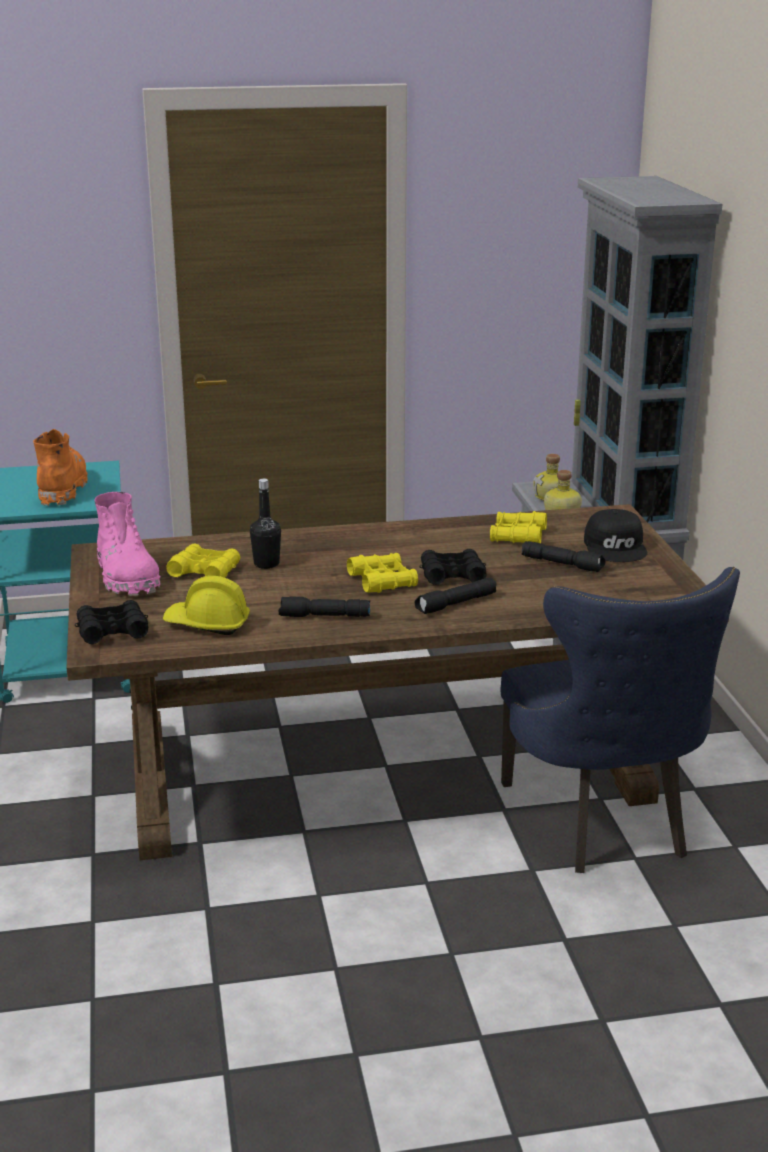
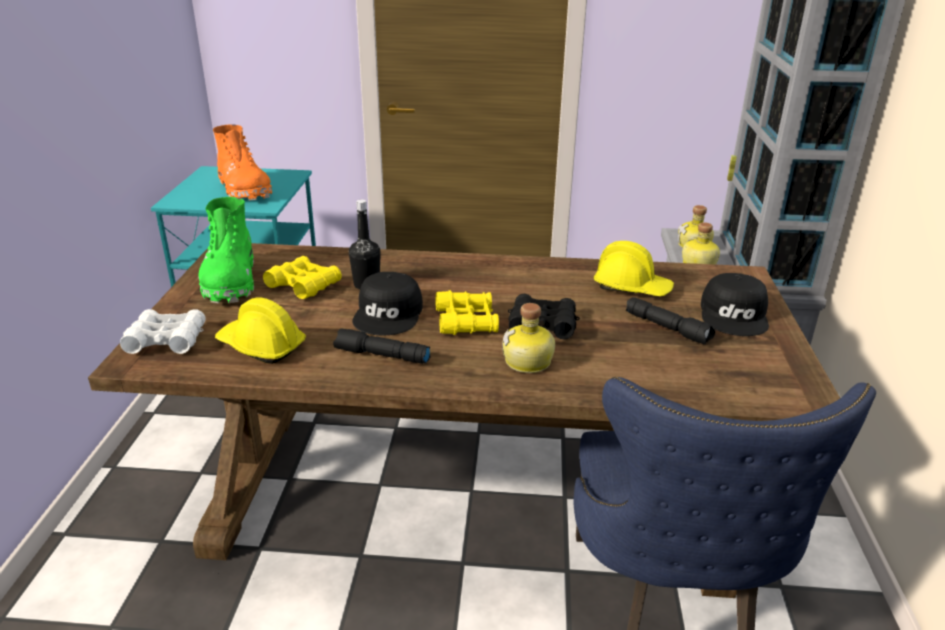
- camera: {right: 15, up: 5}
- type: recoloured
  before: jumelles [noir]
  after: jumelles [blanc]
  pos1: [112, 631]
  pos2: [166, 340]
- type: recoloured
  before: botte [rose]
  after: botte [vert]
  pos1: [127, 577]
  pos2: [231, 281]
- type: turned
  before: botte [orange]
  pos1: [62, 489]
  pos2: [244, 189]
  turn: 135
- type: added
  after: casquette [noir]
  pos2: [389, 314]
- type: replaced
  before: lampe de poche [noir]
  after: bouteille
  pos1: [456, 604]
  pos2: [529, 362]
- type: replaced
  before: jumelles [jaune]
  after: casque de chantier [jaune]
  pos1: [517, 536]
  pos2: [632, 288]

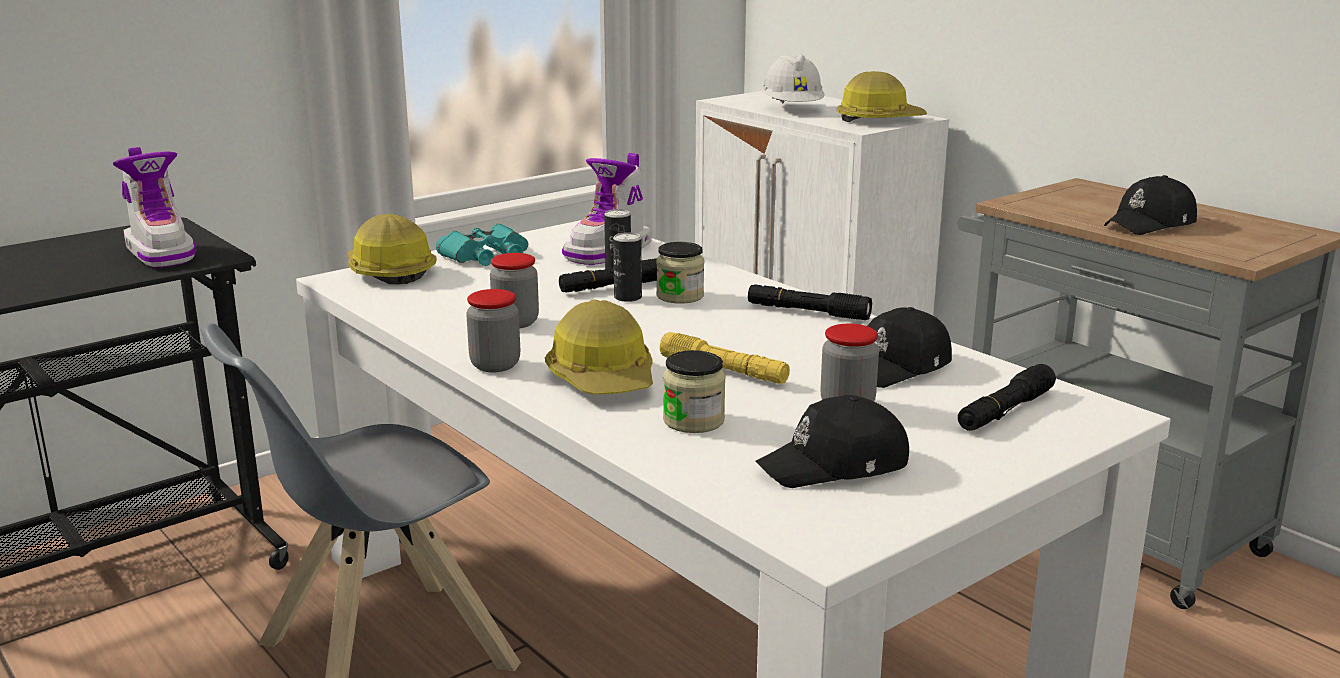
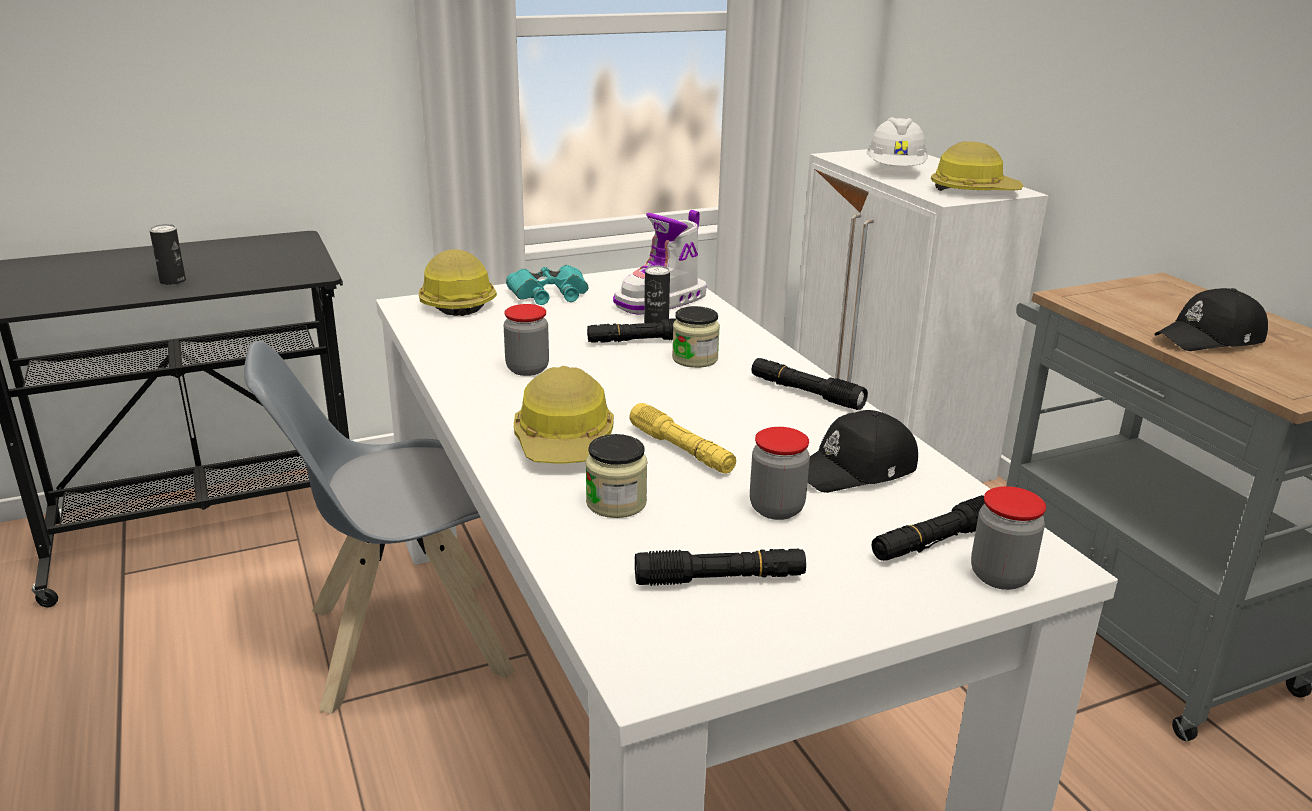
- camera: {right: 15, up: 5}
- type: moved
  before: boîte métallique
  pos1: [628, 297]
  pos2: [173, 281]
- type: replaced
  before: casquette [noir]
  after: lampe de poche [noir]
  pos1: [836, 465]
  pos2: [720, 579]
- type: moved
  before: bocal
  pos1: [495, 365]
  pos2: [1000, 576]
- type: removed
  before: botte
  pos1: [161, 252]

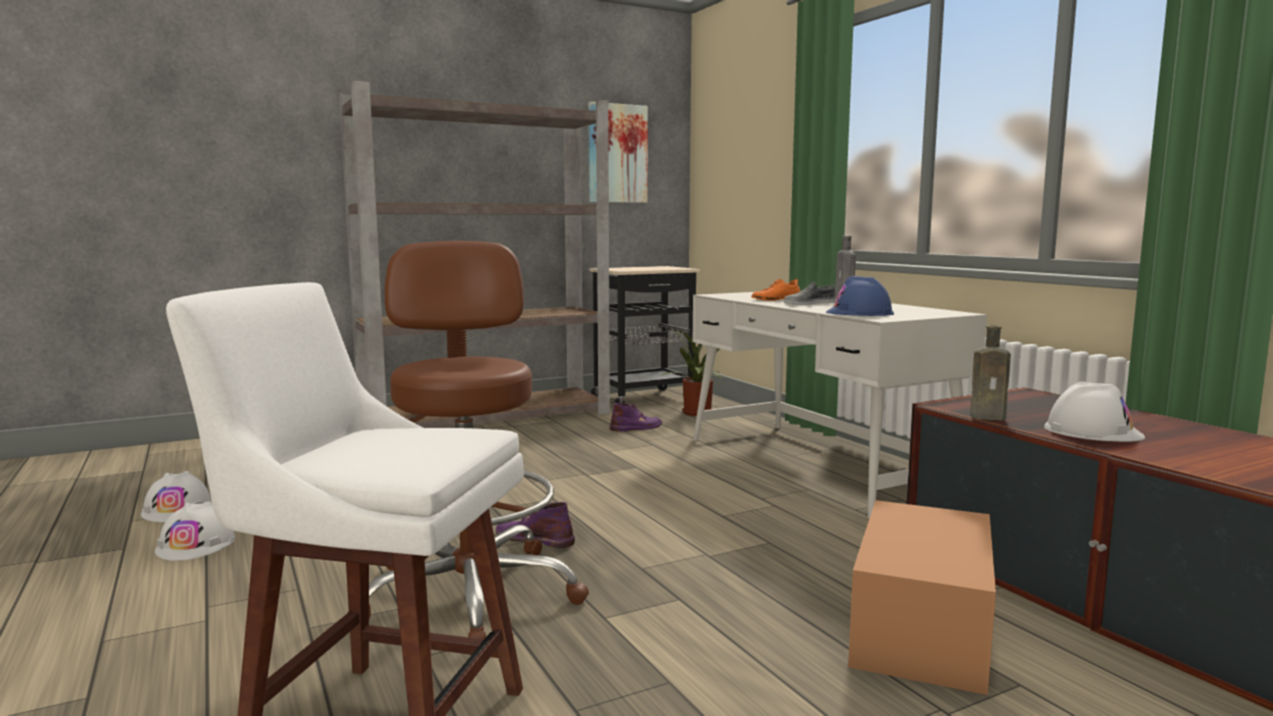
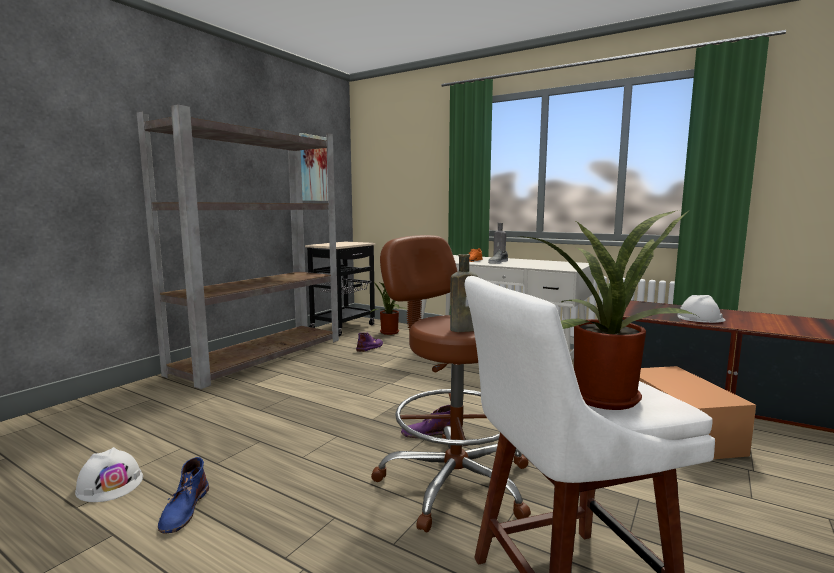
- camera: {right: -30, up: 0}
- type: replaced
  before: casque de chantier [blanc]
  after: botte [bleu]
  pos1: [196, 545]
  pos2: [184, 509]
- type: moved
  before: bouteille [marron]
  pos1: [990, 417]
  pos2: [465, 329]
- type: added
  after: plante en pot
  pos2: [601, 395]
- type: removed
  before: casque de chantier [bleu]
  pos1: [859, 313]

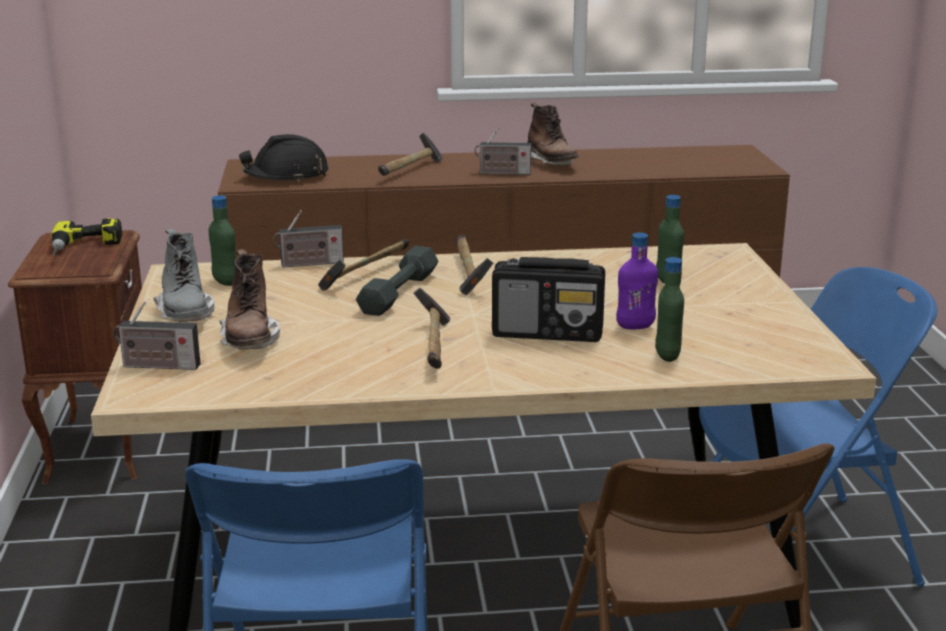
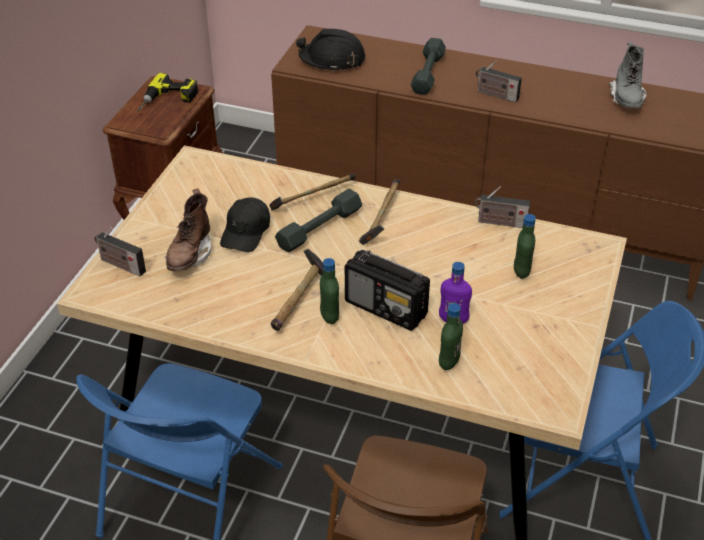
- camera: {right: 25, up: 20}
- type: added
  after: casquette [noir]
  pos2: [246, 232]
- type: moved
  before: bouteille [vert]
  pos1: [225, 282]
  pos2: [329, 316]
- type: replaced
  before: marteau
  after: haltère [gris]
  pos1: [410, 170]
  pos2: [428, 73]
- type: moved
  before: radio
  pos1: [309, 264]
  pos2: [499, 223]
- type: moved
  before: botte [gris]
  pos1: [186, 315]
  pos2: [626, 99]
- type: removed
  before: botte [marron]
  pos1: [551, 163]

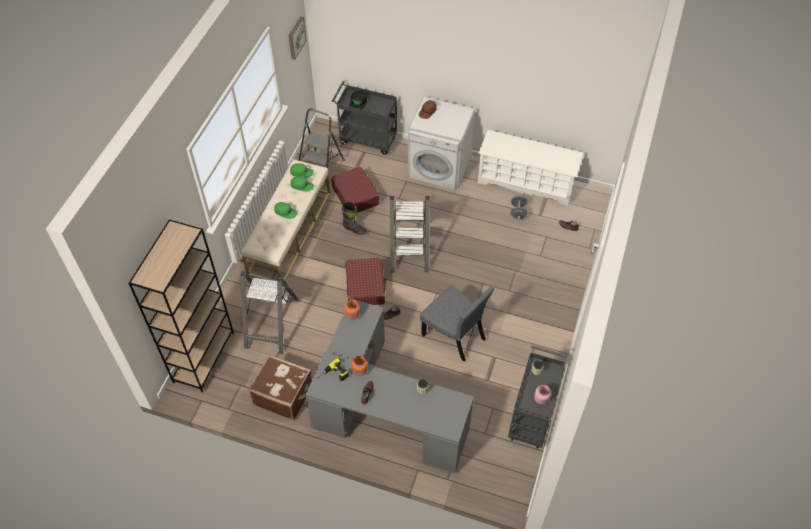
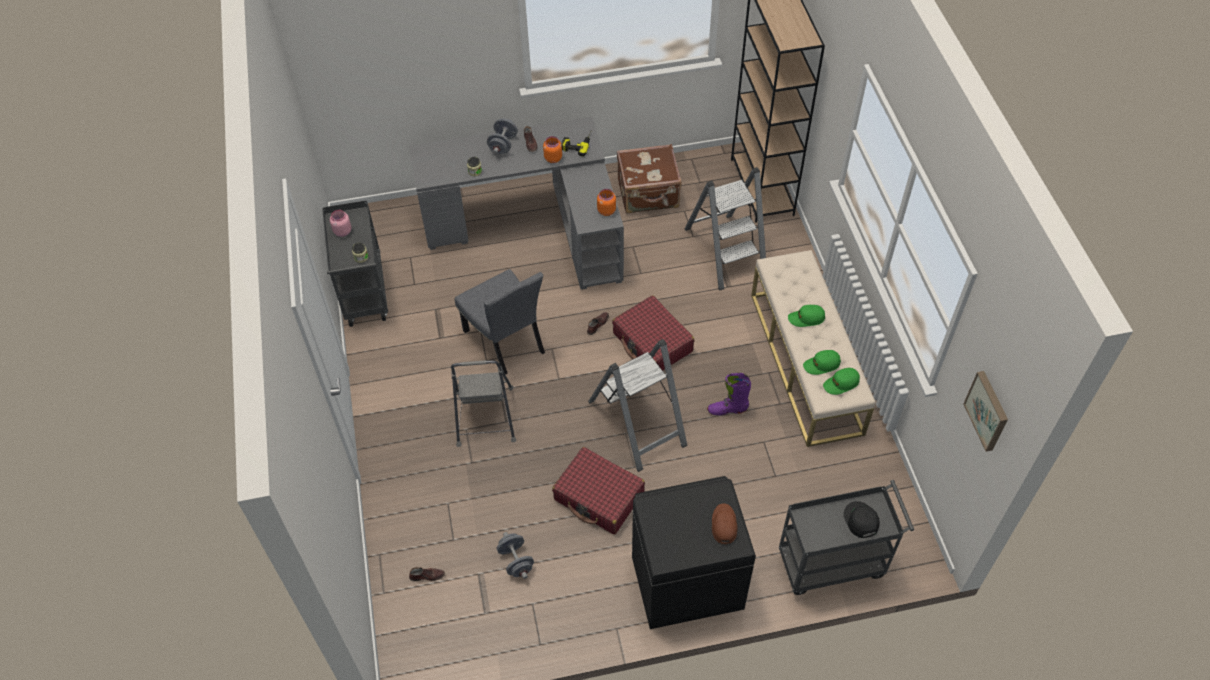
- camera: {right: 150, up: 0}
- type: moved
  before: escabeau [gris]
  pos1: [321, 166]
  pos2: [485, 417]
- type: turned
  before: chaise [gris]
  pos1: [453, 335]
  pos2: [505, 339]
  turn: -135
- type: added
  after: haltère [gris]
  pos2: [503, 145]
- type: moved
  before: valise [rouge]
  pos1: [355, 195]
  pos2: [599, 497]
- type: recoloured
  before: lave-linge [blanc]
  after: lave-linge [noir]
  pos1: [439, 168]
  pos2: [684, 578]
- type: recoloured
  before: botte [noir]
  after: botte [violet]
  pos1: [354, 229]
  pos2: [727, 409]
- type: removed
  before: étagère à chaussures [blanc]
  pos1: [526, 183]

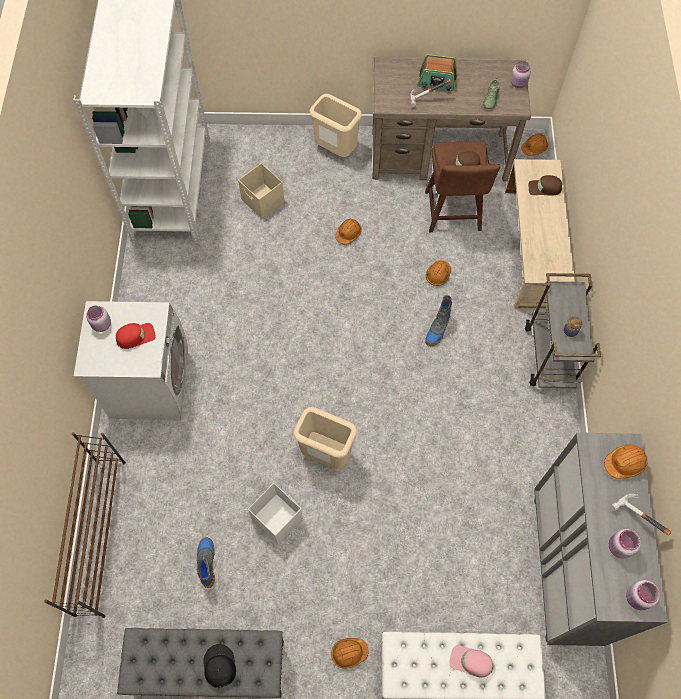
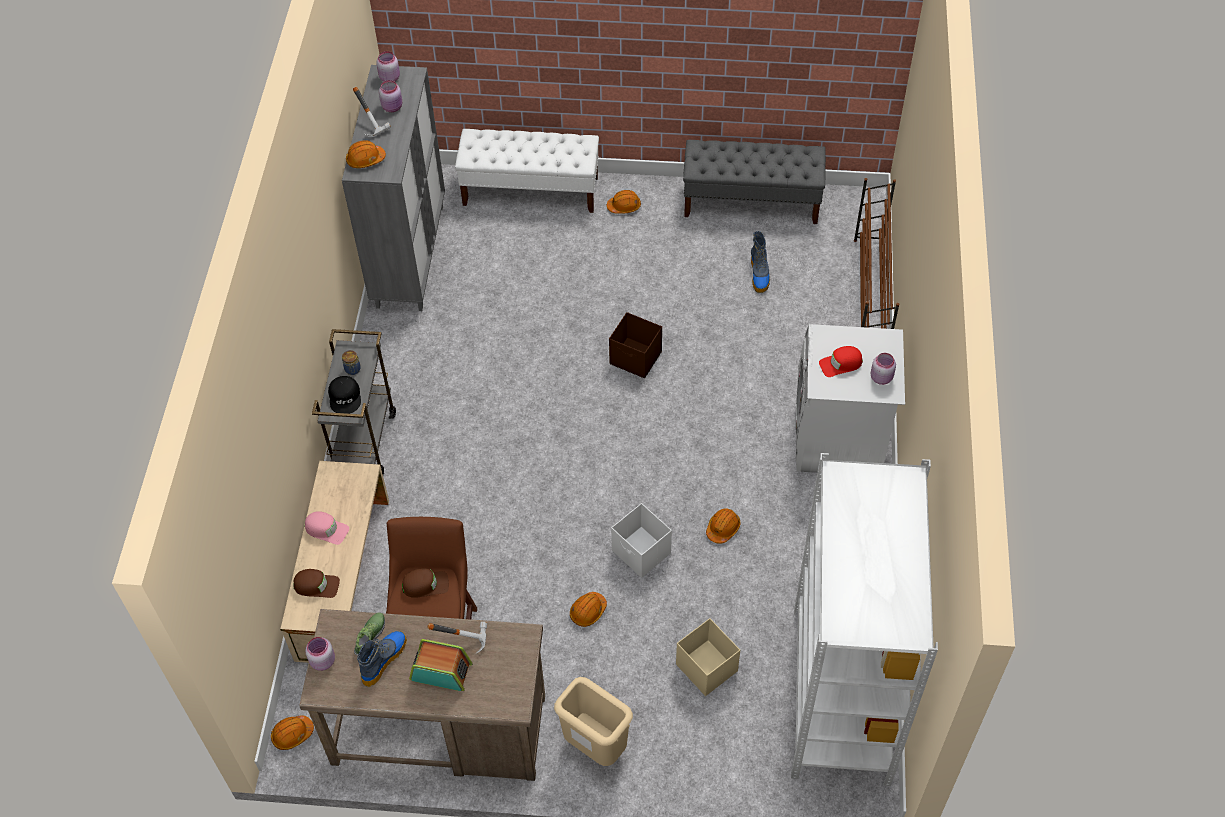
- camera: {right: -175, up: -10}
- type: moved
  before: casquette [rose]
  pos1: [471, 662]
  pos2: [326, 529]
- type: moved
  before: casquette [noir]
  pos1: [219, 666]
  pos2: [345, 397]
- type: moved
  before: botte
  pos1: [437, 329]
  pos2: [384, 659]
- type: replaced
  before: poubelle [beige]
  after: boîte de rangement [marron]
  pos1: [325, 455]
  pos2: [636, 358]
- type: moved
  before: boîte de rangement [blanc]
  pos1: [277, 518]
  pos2: [641, 553]
- type: moved
  before: casque de chantier [orange]
  pos1: [438, 275]
  pos2: [723, 528]

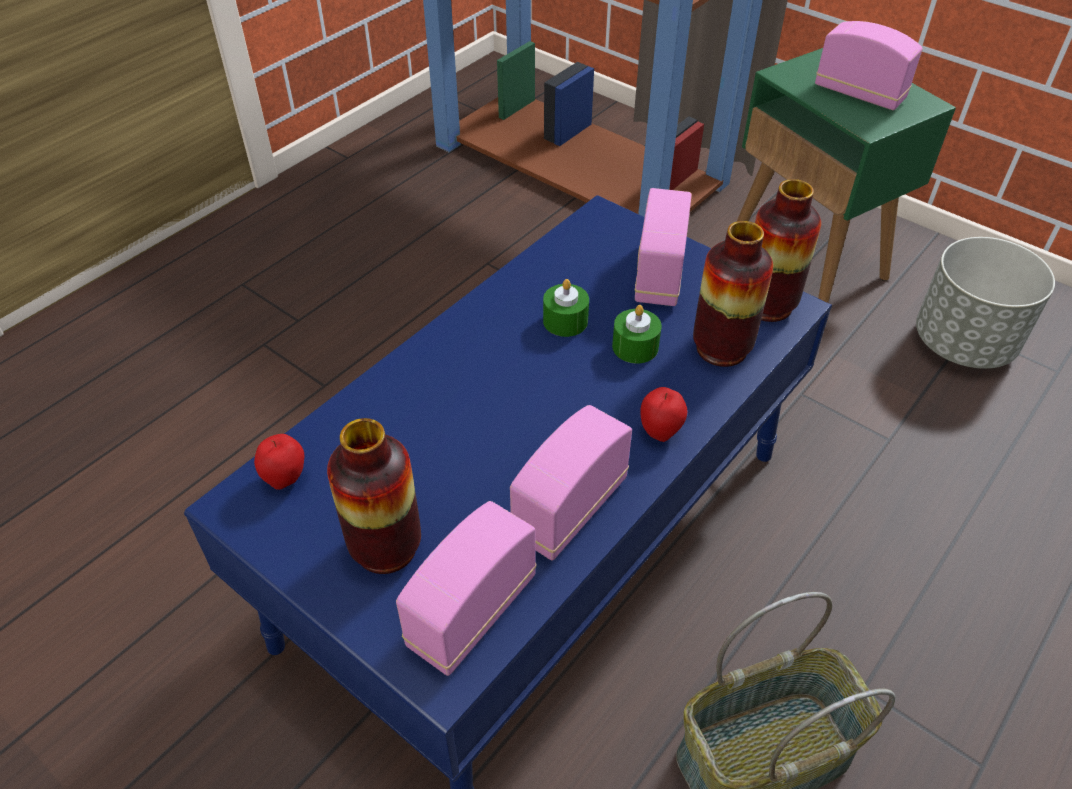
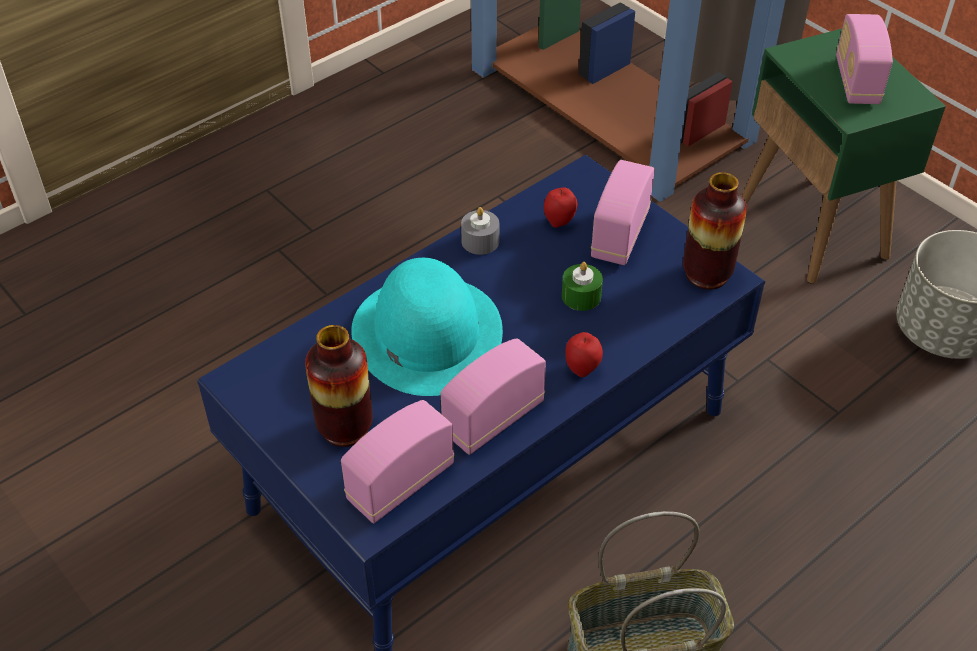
- camera: {right: 10, up: 0}
- type: added
  after: chapeau [turquoise]
  pos2: [426, 333]
- type: added
  after: bougie [gris]
  pos2: [480, 241]
- type: moved
  before: pomme
  pos1: [286, 479]
  pos2: [559, 222]
- type: turned
  before: radio
  pos1: [859, 93]
  pos2: [856, 82]
  turn: -135
- type: removed
  before: bougie [vert]
  pos1: [565, 321]
- type: removed
  before: vase
  pos1: [721, 349]

